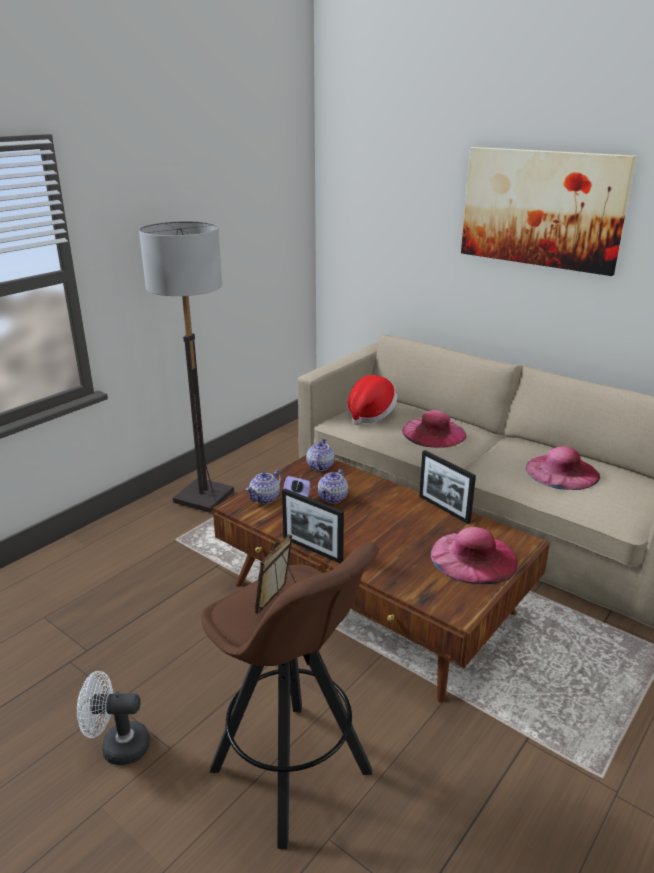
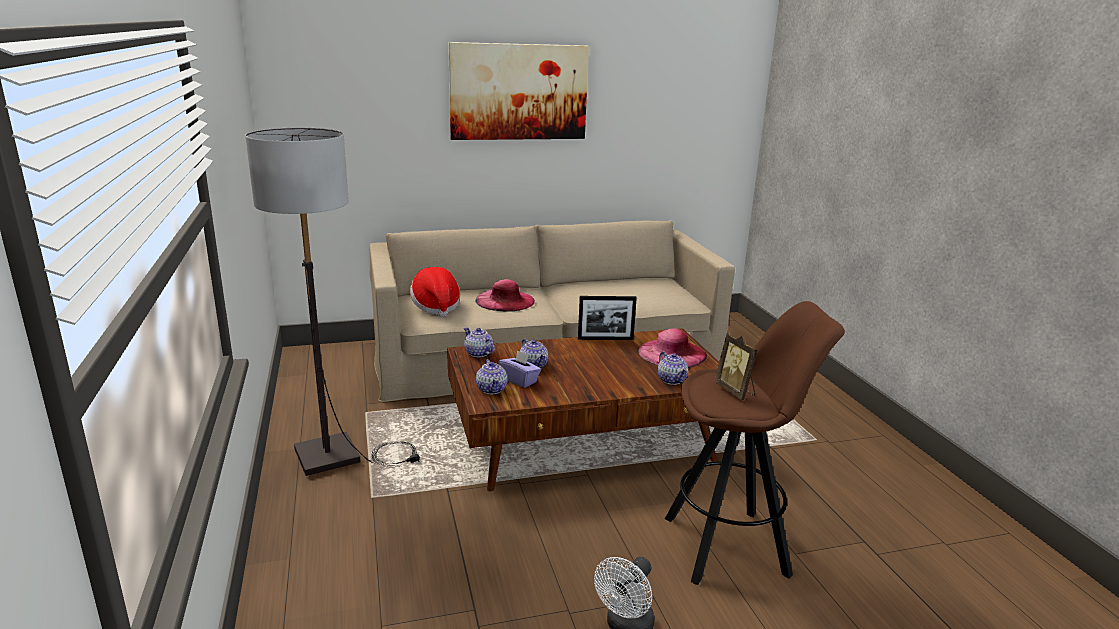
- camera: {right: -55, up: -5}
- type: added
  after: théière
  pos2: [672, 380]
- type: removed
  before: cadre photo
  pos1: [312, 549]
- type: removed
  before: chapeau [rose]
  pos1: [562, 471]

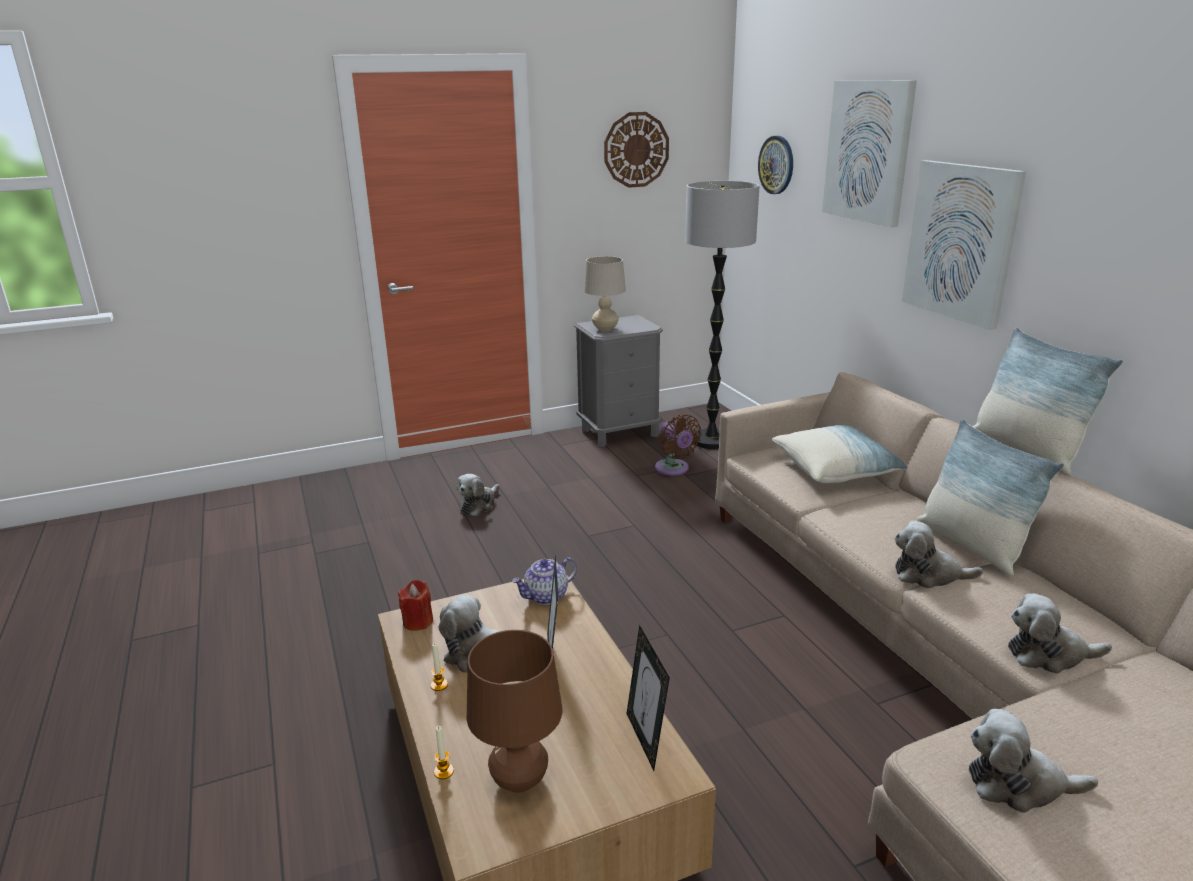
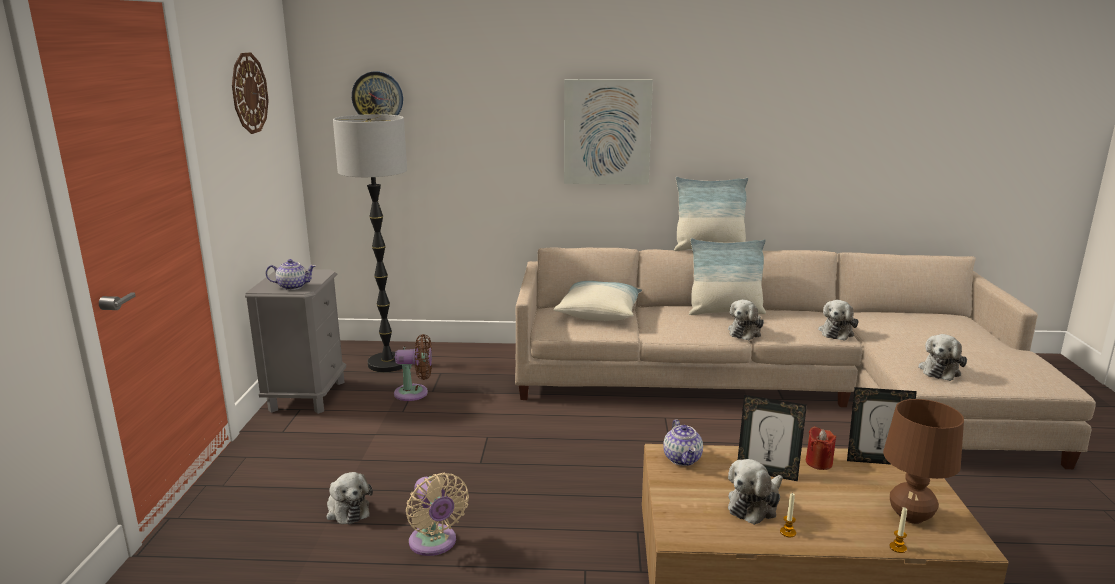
- camera: {right: -65, up: -5}
- type: replaced
  before: lampe de table [beige]
  after: théière
  pos1: [605, 329]
  pos2: [293, 286]
- type: added
  after: ventilateur [beige]
  pos2: [434, 544]
- type: moved
  before: bougie [rouge]
  pos1: [418, 621]
  pos2: [818, 463]
- type: removed
  before: tableau
  pos1: [868, 151]

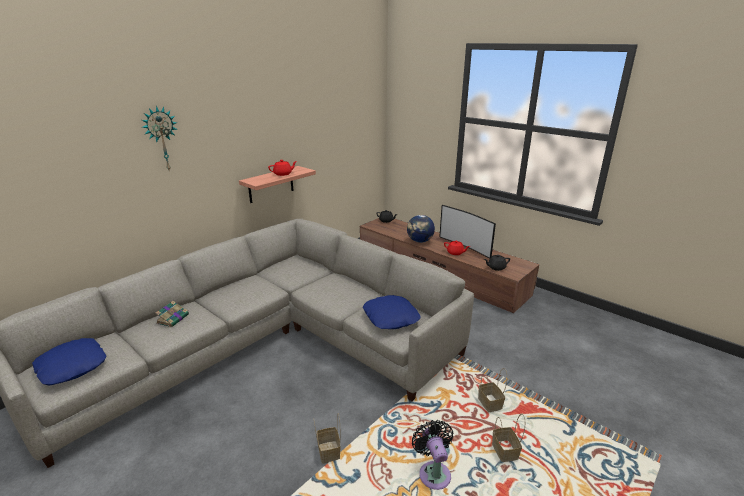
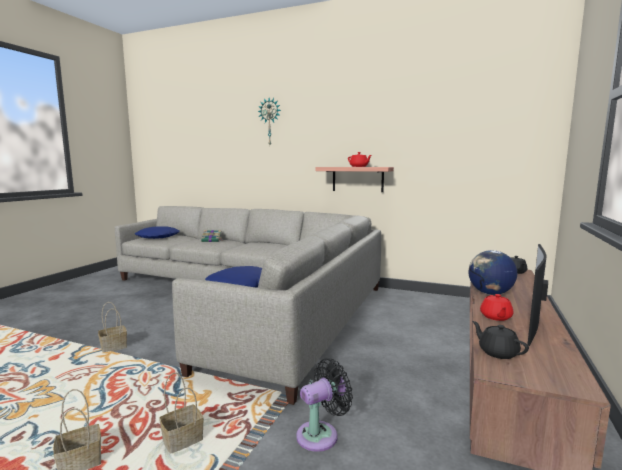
- camera: {right: 70, up: -15}
- type: moved
  before: ventilateur [noir]
  pos1: [433, 472]
  pos2: [321, 434]

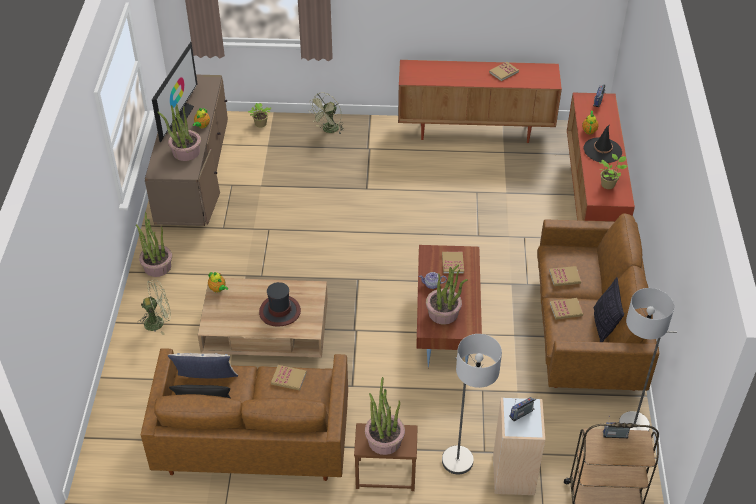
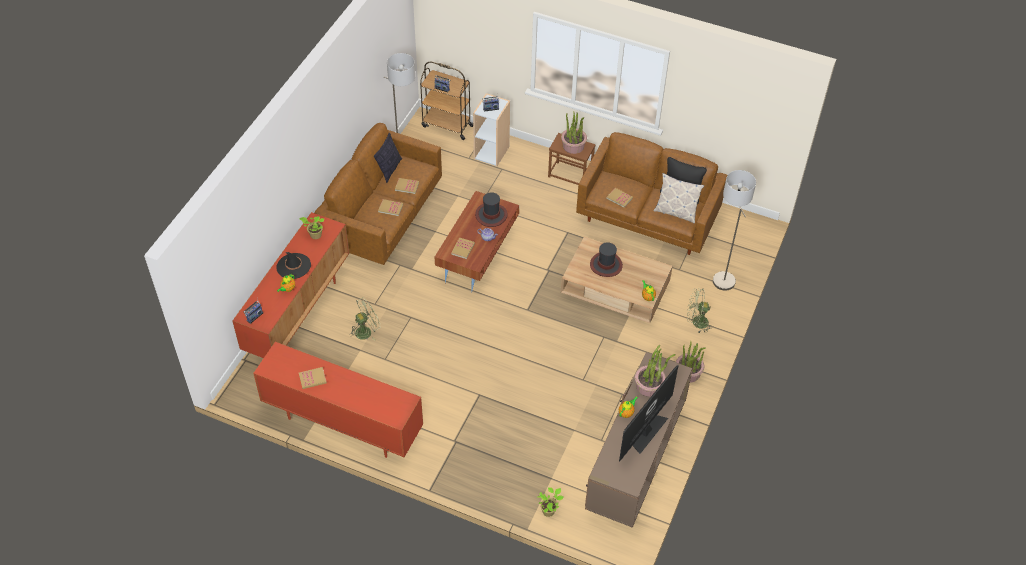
- camera: {right: -160, up: 5}
- type: moved
  before: ventilateur [vert]
  pos1: [328, 130]
  pos2: [366, 331]
- type: replaced
  before: plante en pot
  after: chapeau
  pos1: [443, 313]
  pos2: [491, 215]
- type: moved
  before: lampadaire [gris]
  pos1: [464, 467]
  pos2: [721, 276]

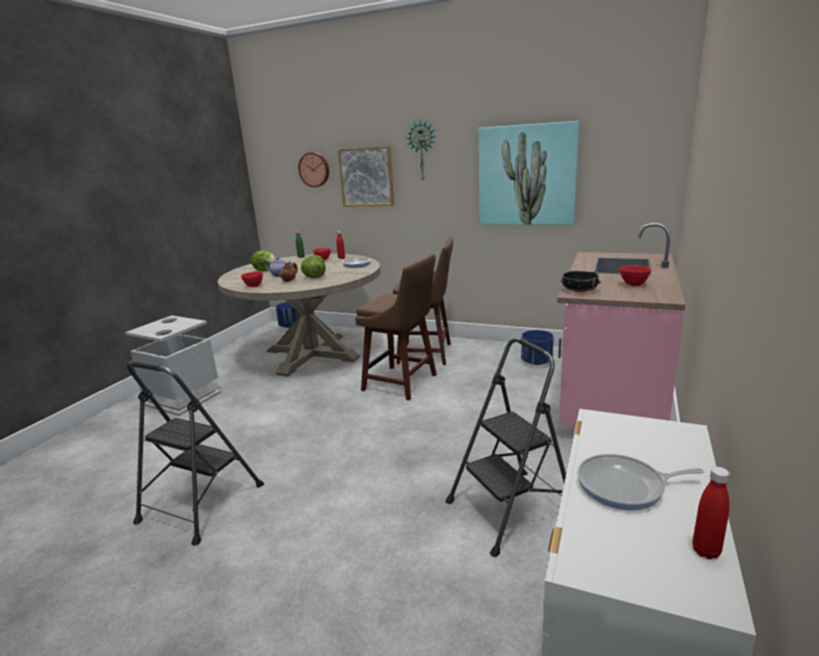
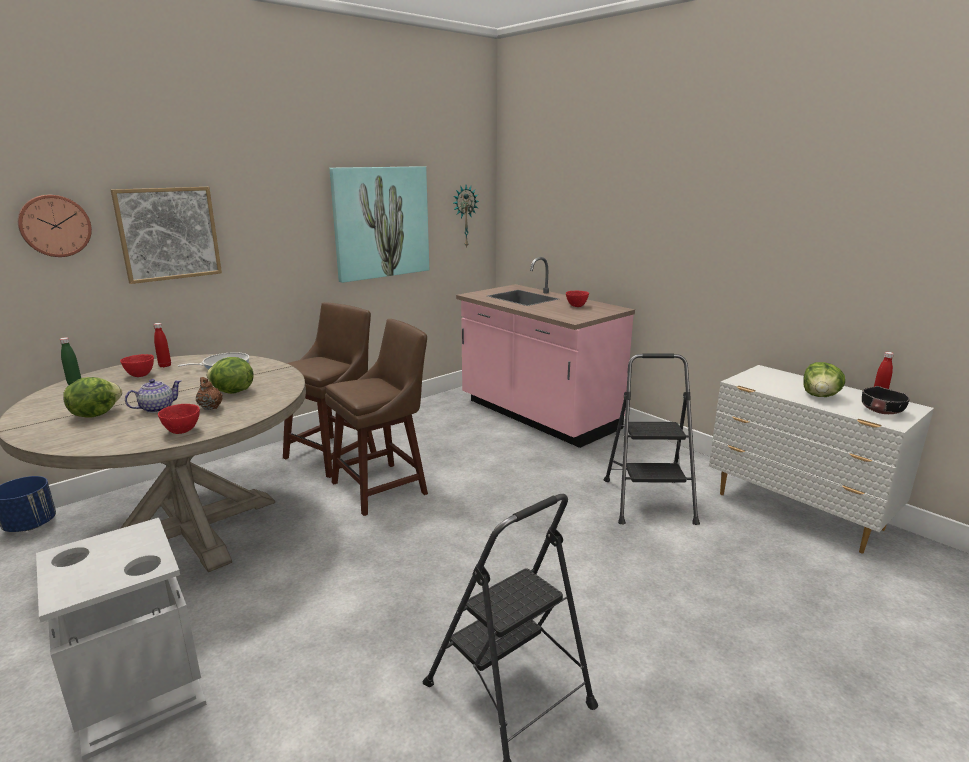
- camera: {right: -65, up: 0}
- type: moved
  before: horloge murale
  pos1: [422, 150]
  pos2: [464, 216]
- type: replaced
  before: poêle
  after: laitue
  pos1: [625, 487]
  pos2: [820, 396]
- type: moved
  before: bol [noir]
  pos1: [579, 290]
  pos2: [881, 411]
- type: removed
  before: cache-pot [bleu]
  pos1: [536, 362]

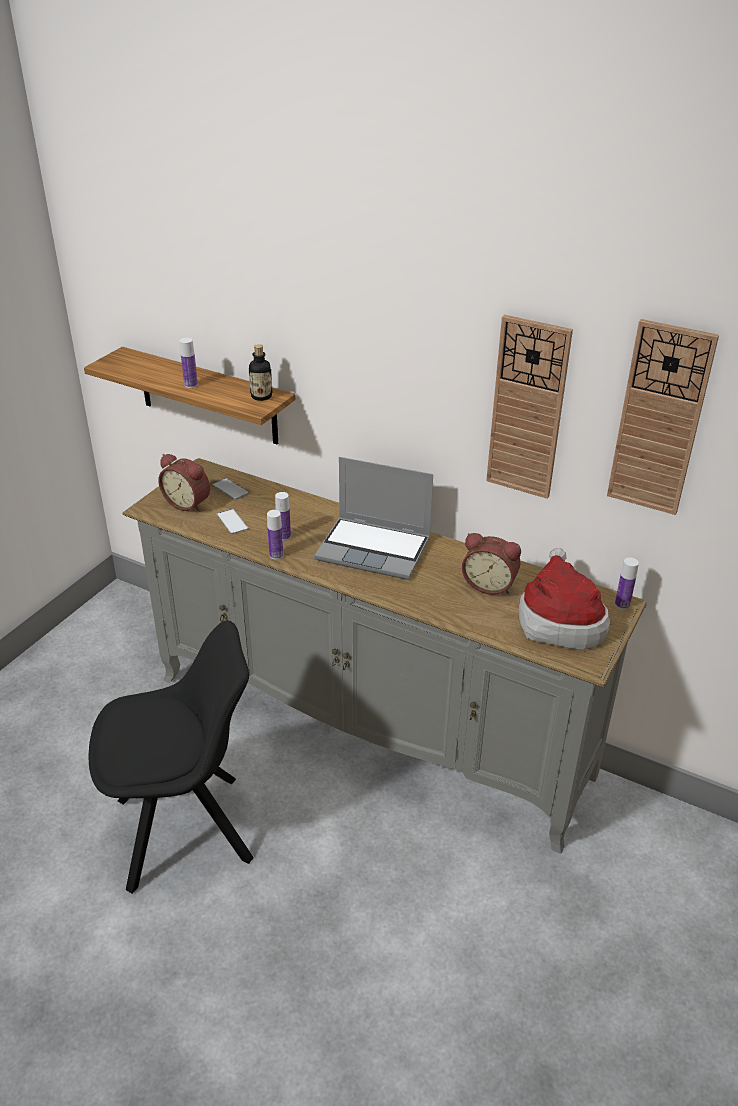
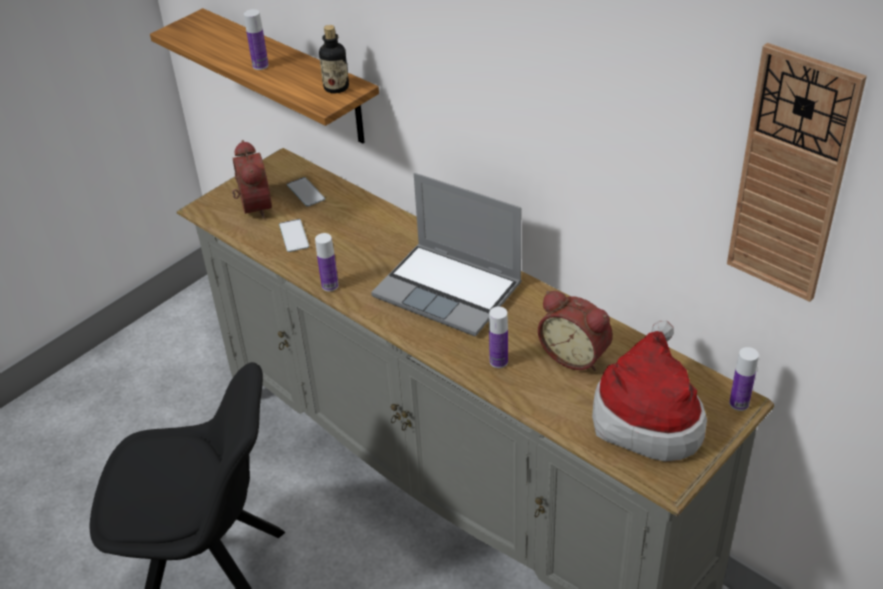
- camera: {right: 15, up: 5}
- type: turned
  before: réveil
  pos1: [188, 503]
  pos2: [252, 206]
  turn: -150
- type: moved
  before: bouteille
  pos1: [284, 536]
  pos2: [498, 361]
- type: removed
  before: horloge murale
  pos1: [527, 409]

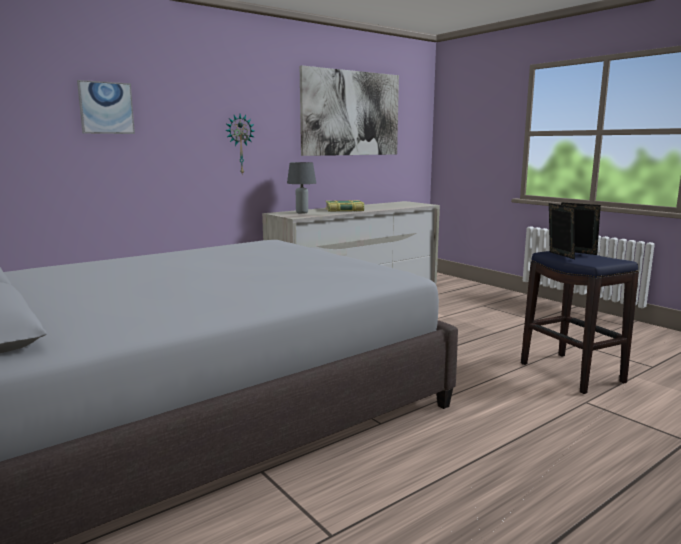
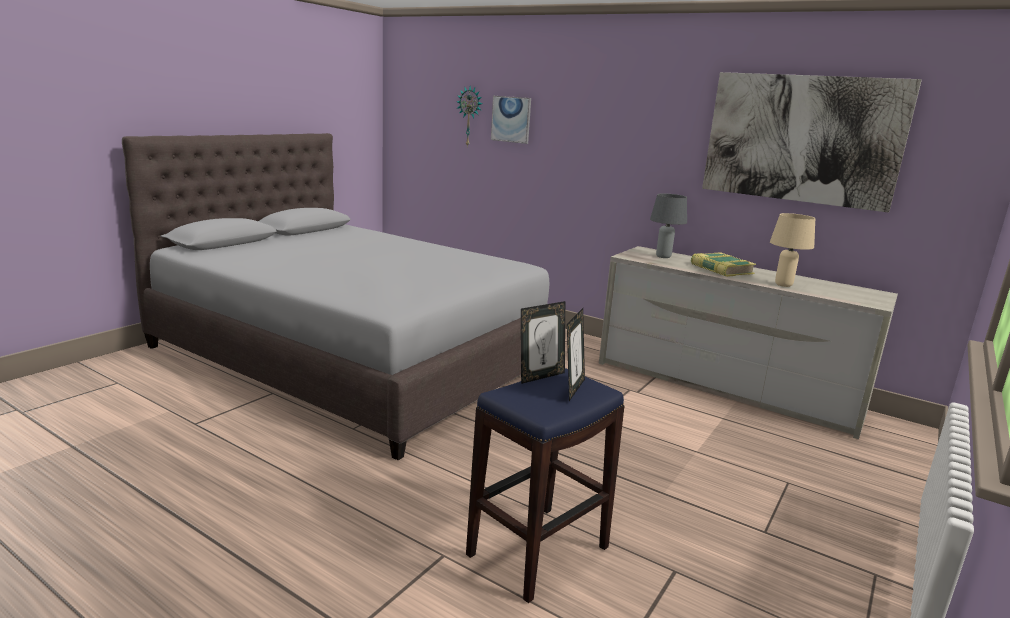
- camera: {right: 70, up: 5}
- type: moved
  before: horloge murale
  pos1: [239, 144]
  pos2: [470, 116]
- type: added
  after: lampe de table [beige]
  pos2: [784, 285]

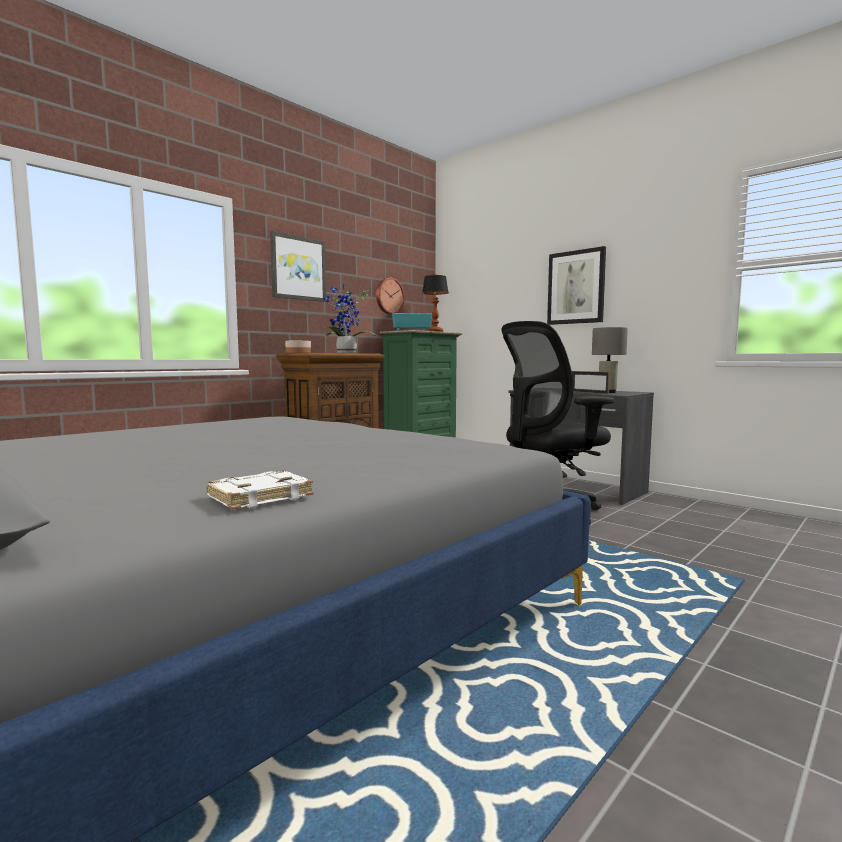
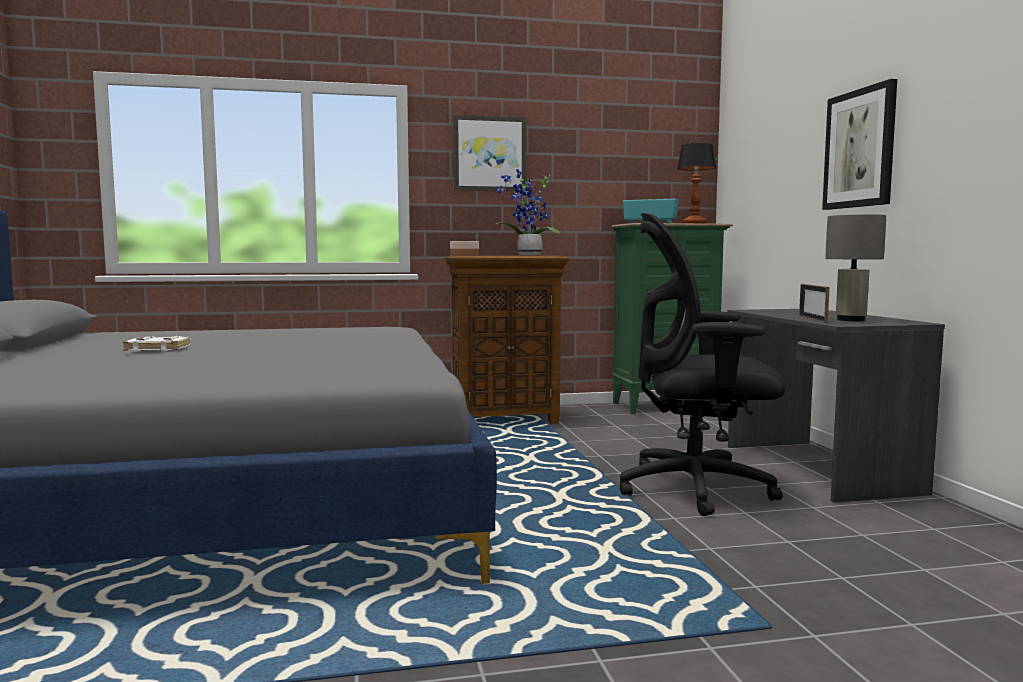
- camera: {right: 35, up: 0}
- type: moved
  before: livre [blanc]
  pos1: [260, 496]
  pos2: [159, 348]
- type: removed
  before: horloge murale
  pos1: [389, 296]

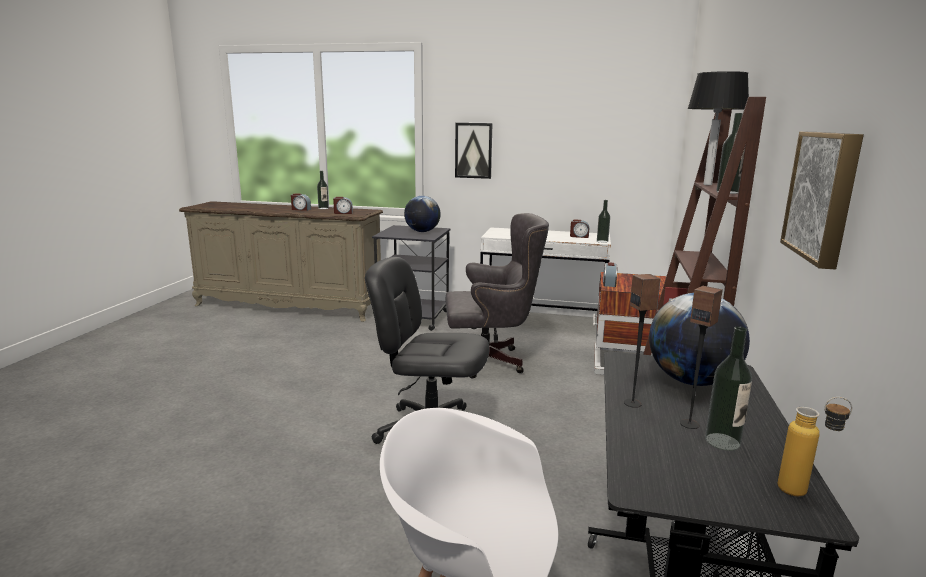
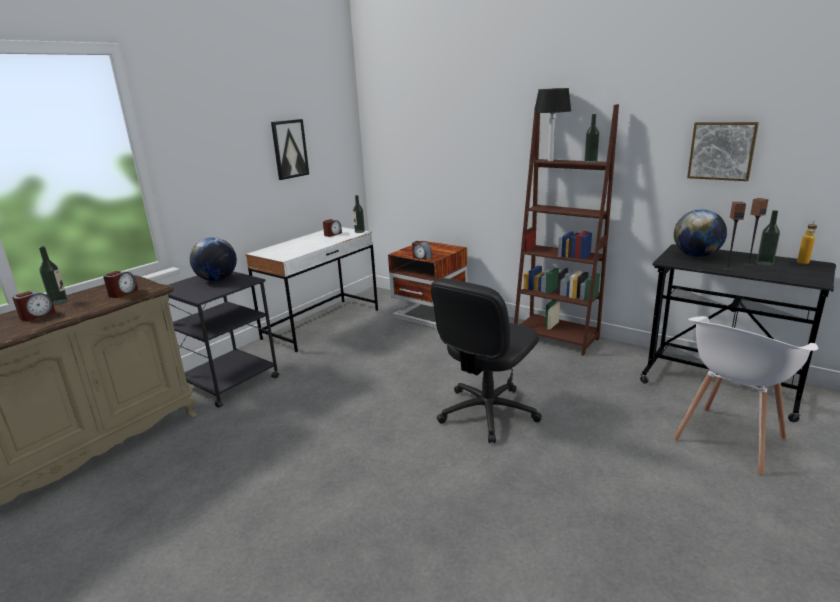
- camera: {right: -65, up: 5}
- type: moved
  before: tableau
  pos1: [473, 150]
  pos2: [289, 149]
- type: removed
  before: chaise de bureau [gris]
  pos1: [490, 361]

